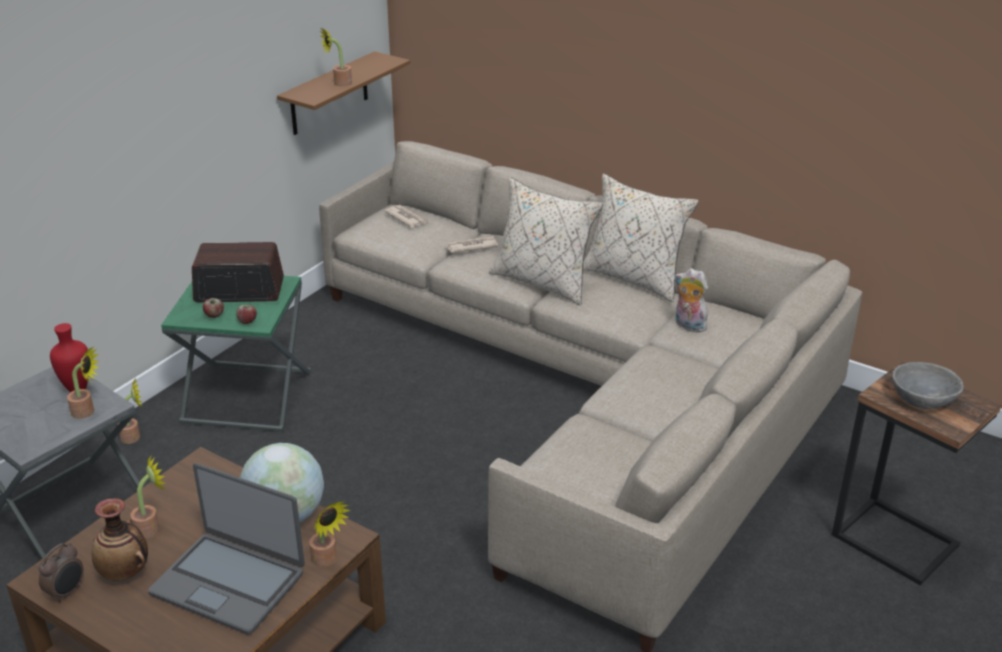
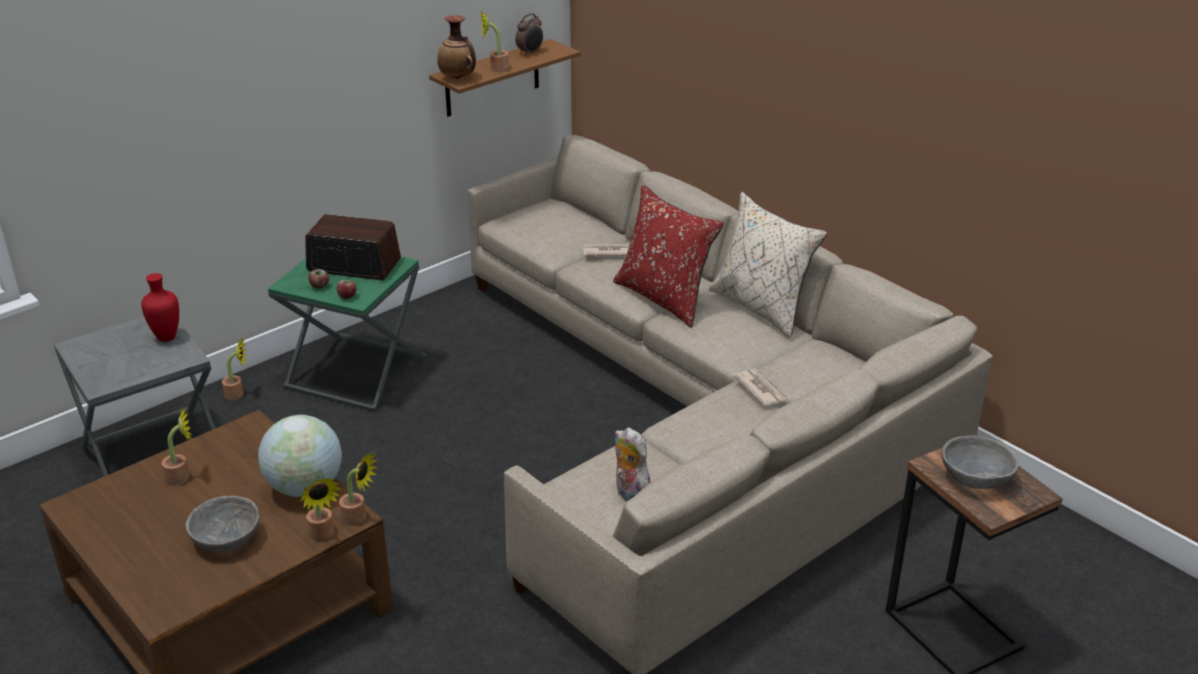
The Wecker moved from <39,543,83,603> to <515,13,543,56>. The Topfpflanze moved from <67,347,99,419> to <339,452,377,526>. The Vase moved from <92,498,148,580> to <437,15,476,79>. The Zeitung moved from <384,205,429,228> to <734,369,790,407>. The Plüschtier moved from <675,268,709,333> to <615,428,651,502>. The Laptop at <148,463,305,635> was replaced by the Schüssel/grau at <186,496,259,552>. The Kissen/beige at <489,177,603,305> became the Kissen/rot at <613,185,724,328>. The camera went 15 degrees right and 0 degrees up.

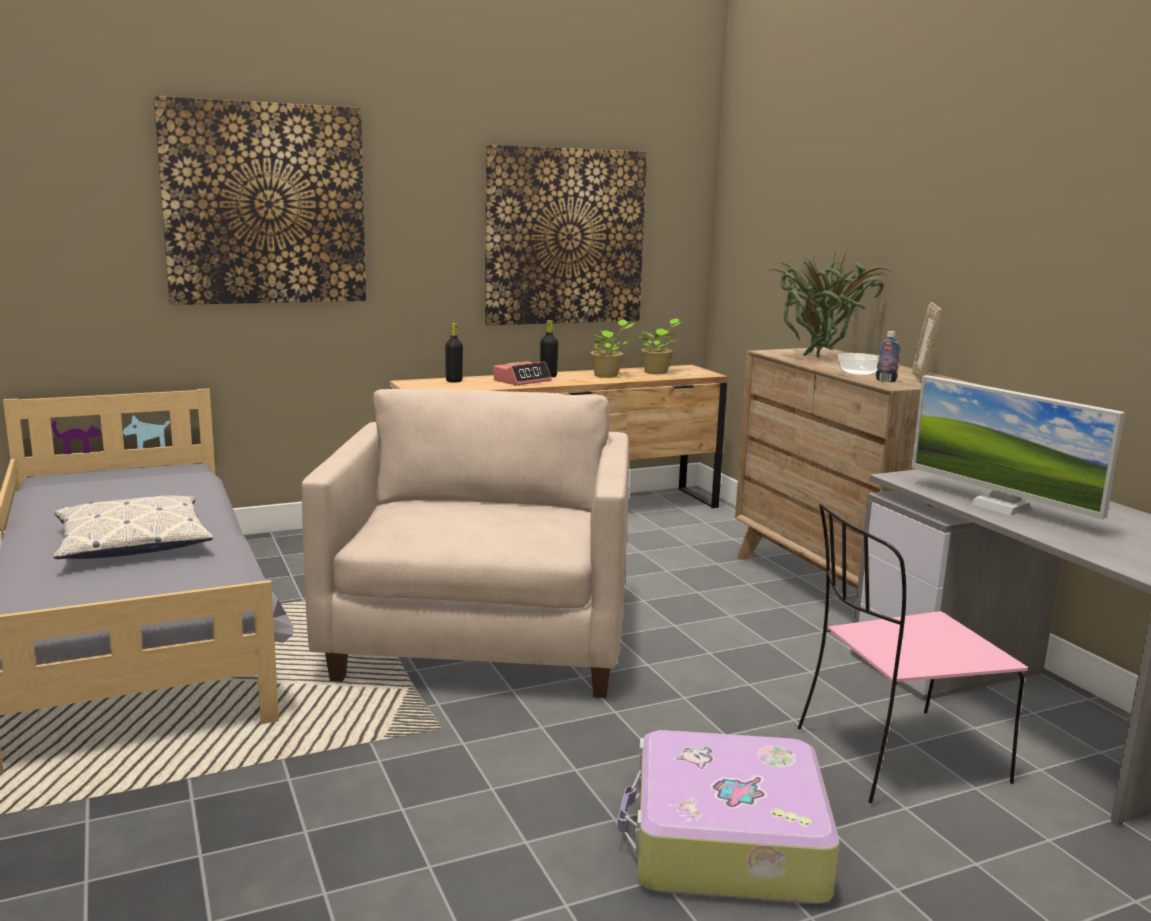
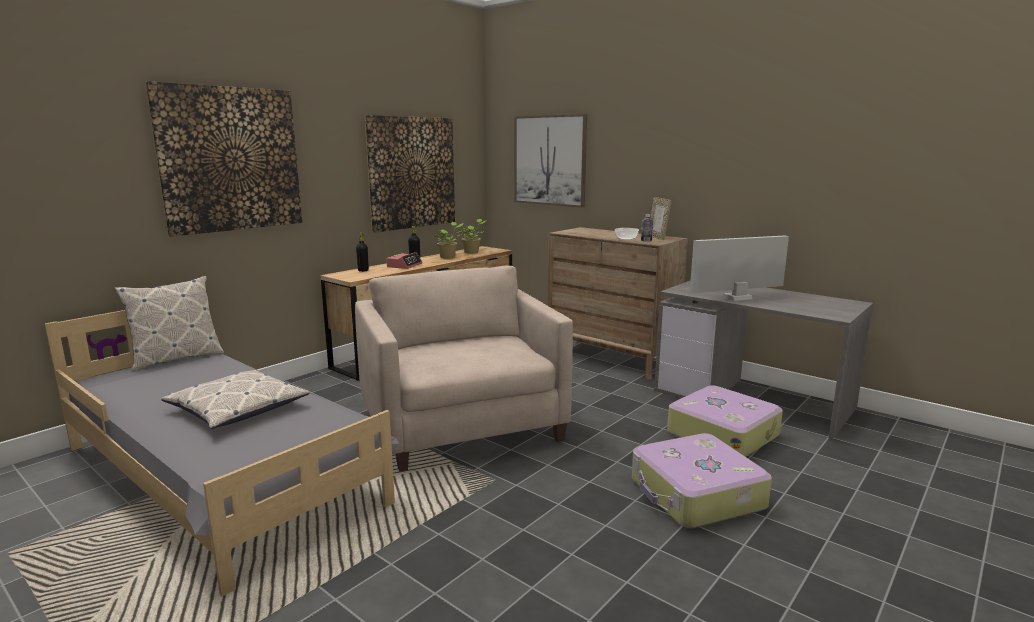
The Topfpflanze at <769,248,890,358> disappeared. The Kissen at <114,276,224,372> appeared. The Bild at <514,114,587,208> appeared. The Stuhl/rosa at <798,503,1028,803> was replaced by the Koffer at <667,385,783,457>. The Monitor at <911,375,1125,520> turned 135 degrees clockwise. The camera went 25 degrees left and 0 degrees up.

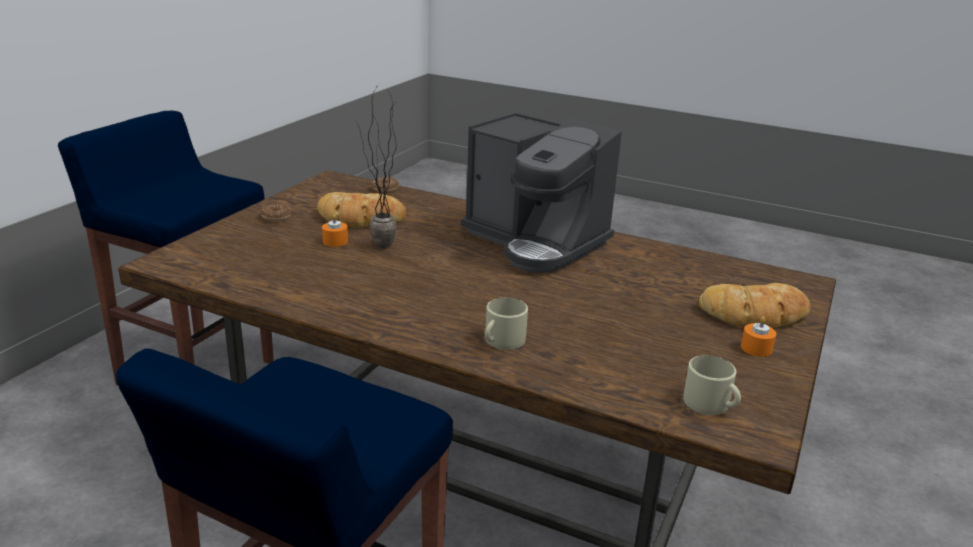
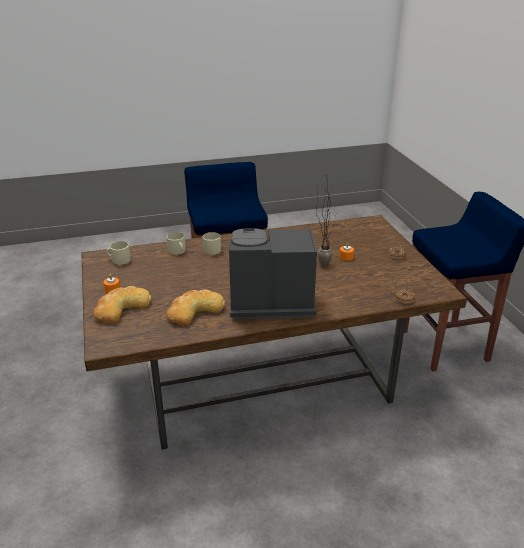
The Henkelbecher/beige at <166,232,186,255> appeared. The Brot moved from <317,192,406,228> to <166,289,225,325>. The camera went 140 degrees right and 5 degrees up.

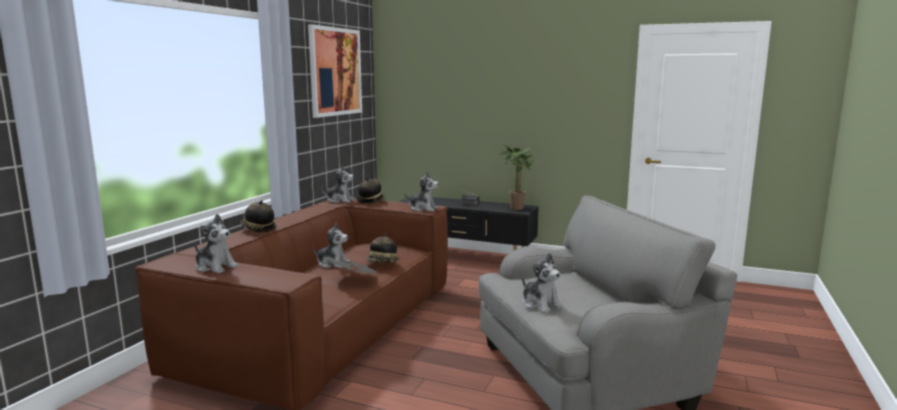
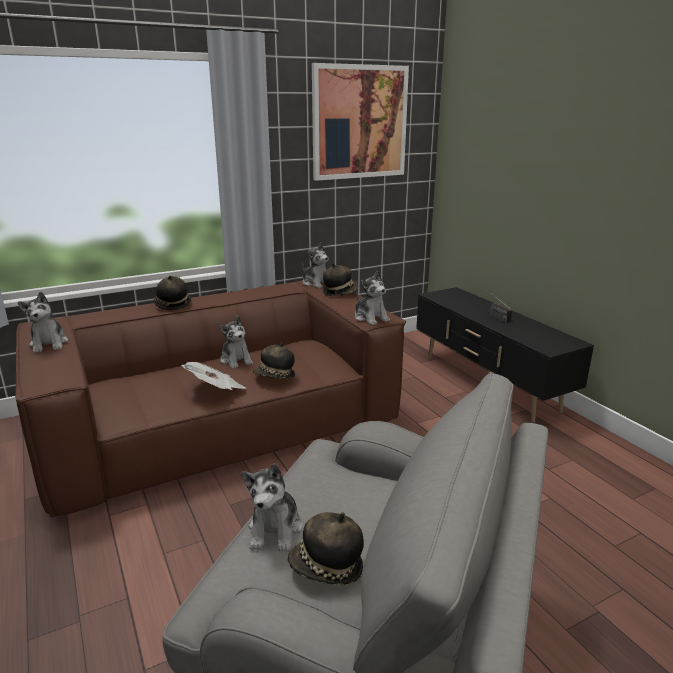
The Topfpflanze at <499,145,536,210> disappeared. The Hut at <288,512,364,585> appeared. The camera went 40 degrees right and 10 degrees up.

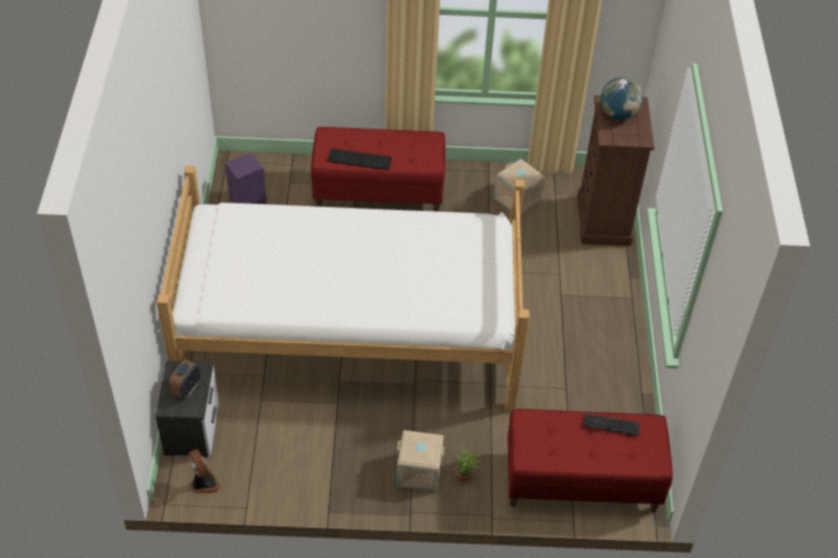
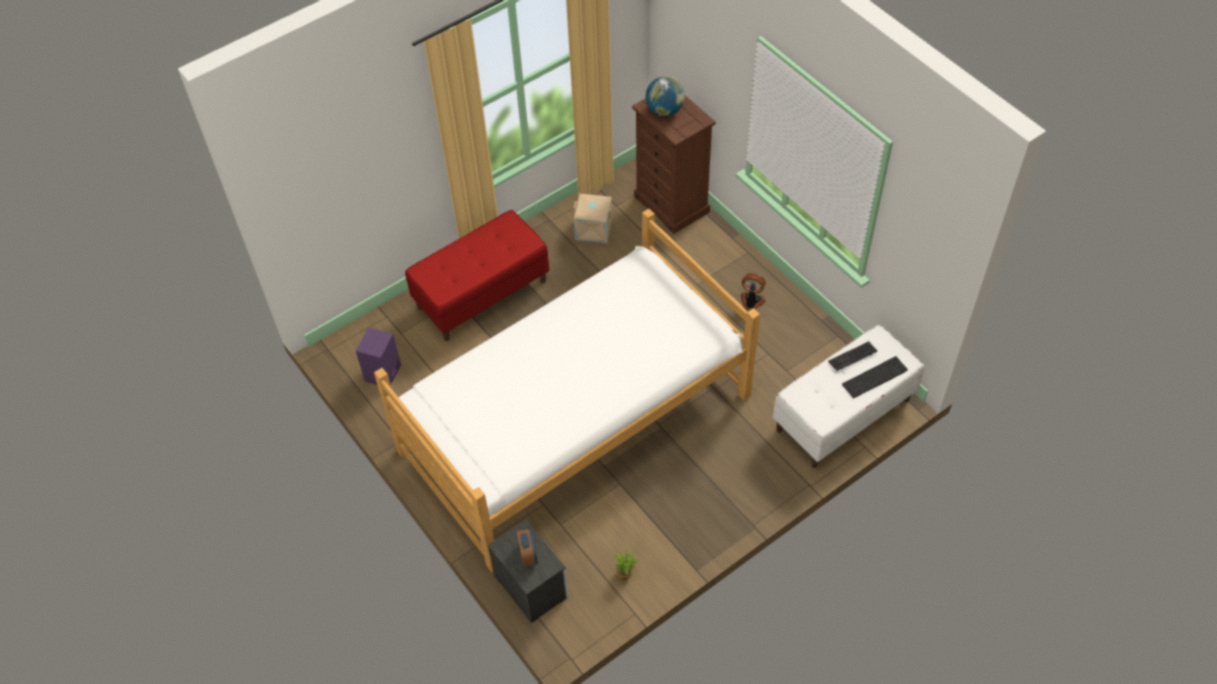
The Aufbewahrungsbox/beige at <396,430,445,492> disappeared. The Ventilator moved from <188,449,221,494> to <741,273,766,310>. The Tastatur moved from <327,149,392,170> to <842,356,908,398>. The Topfpflanze moved from <455,446,483,481> to <612,546,640,580>. The Bank/rot at <508,409,673,512> became the Bank/weiß at <773,325,924,468>. The camera went 35 degrees left and 5 degrees up.

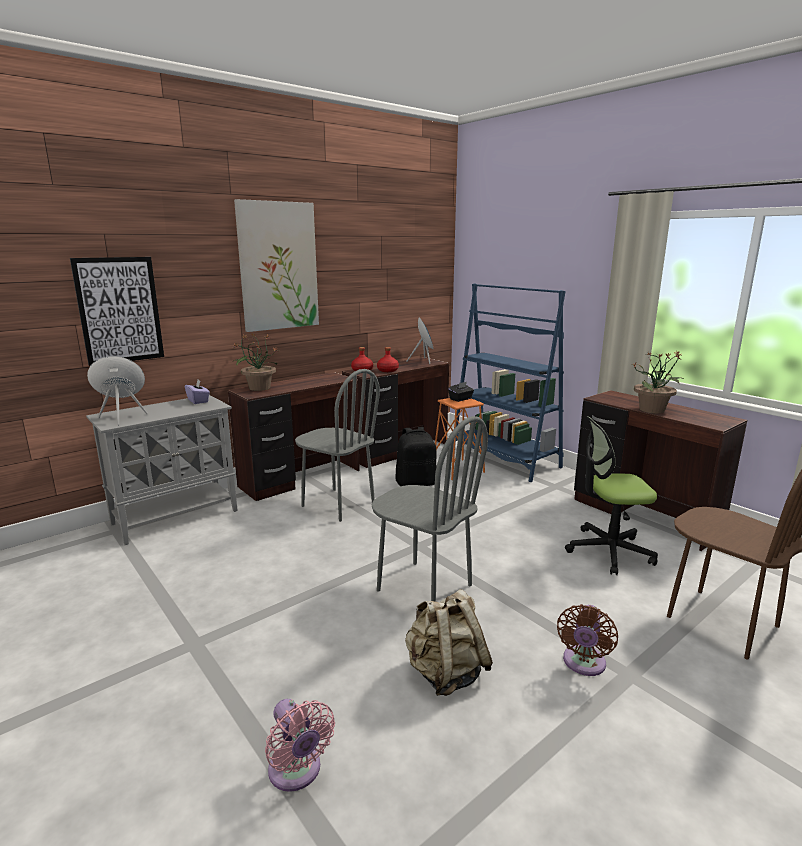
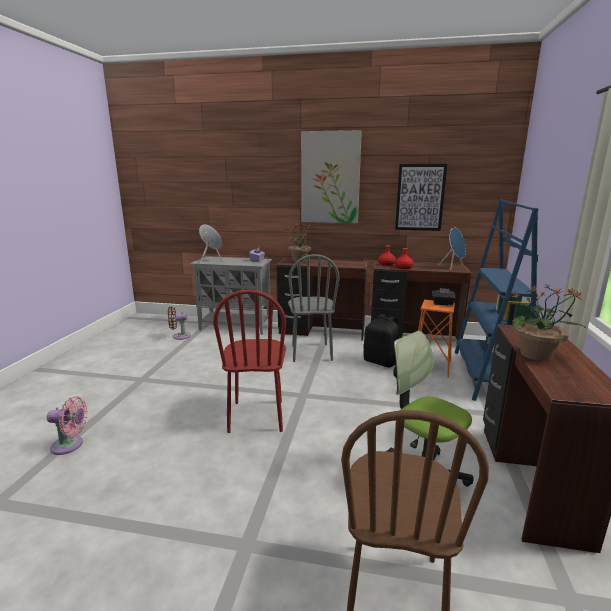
The Rucksack/beige at <405,589,493,696> disappeared. The Bild moved from <70,257,164,366> to <395,164,447,231>. The Ventilator/braun moved from <557,604,618,676> to <168,306,191,340>. The Stuhl/grau at <372,416,488,602> became the Stuhl/rot at <213,289,286,433>. The Ventilator/rosa at <265,699,335,792> turned 105 degrees counterclockwise. The camera went 50 degrees right and 0 degrees up.

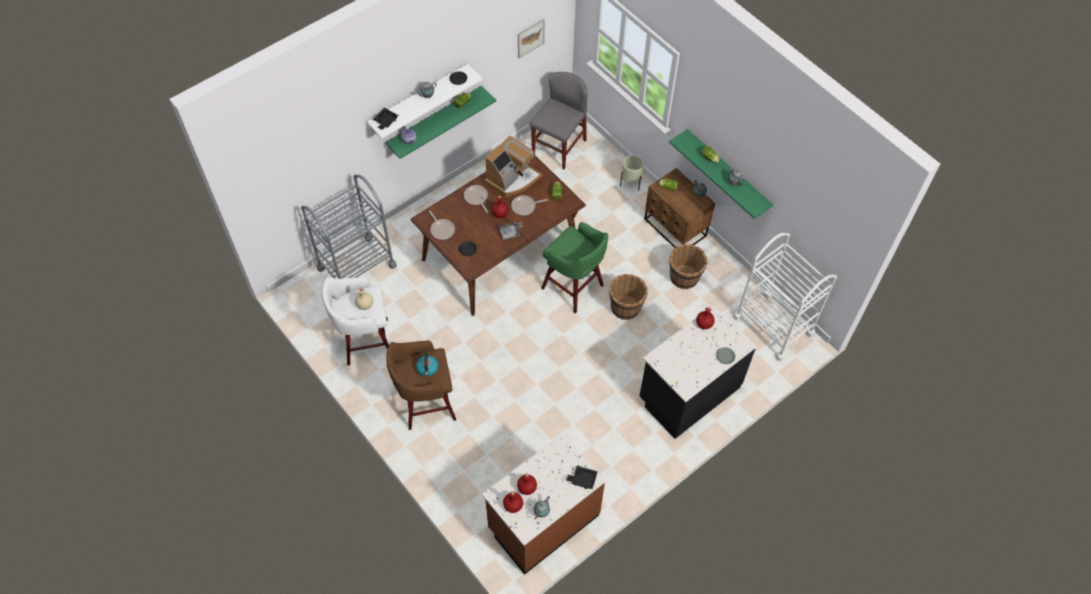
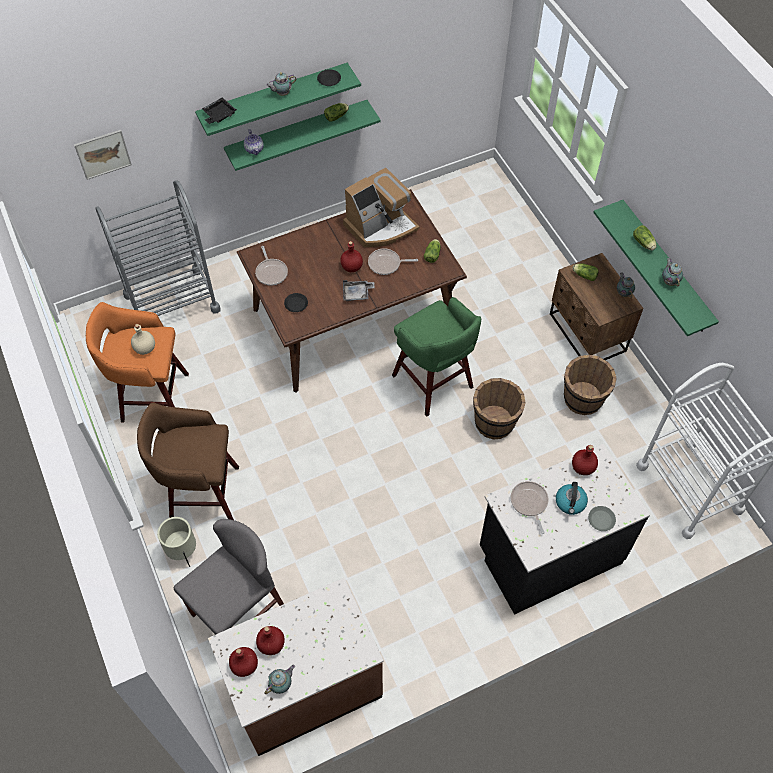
The Tablett/schwarz at <566,466,598,489> disappeared. The Wasserkessel moved from <416,353,438,376> to <556,482,588,515>. The Pfanne moved from <464,185,488,213> to <510,481,549,534>. The Bild moved from <518,19,545,58> to <74,130,132,180>. The Stuhl/grau moved from <530,72,588,169> to <174,519,284,635>. The Pflanzkübel/beige moved from <620,155,644,191> to <157,517,196,567>. The Hocker/weiß at <322,277,389,366> became the Hocker/orange at <86,302,189,423>. The Wandregal/weiß at <367,64,483,139> became the Wandregal/grün at <195,63,361,136>. The camera went 15 degrees right and 0 degrees up.

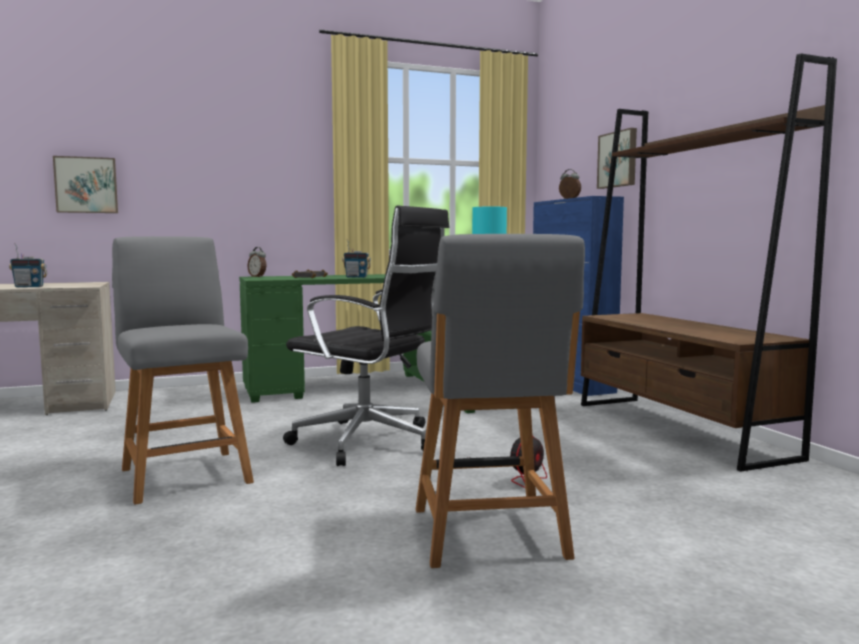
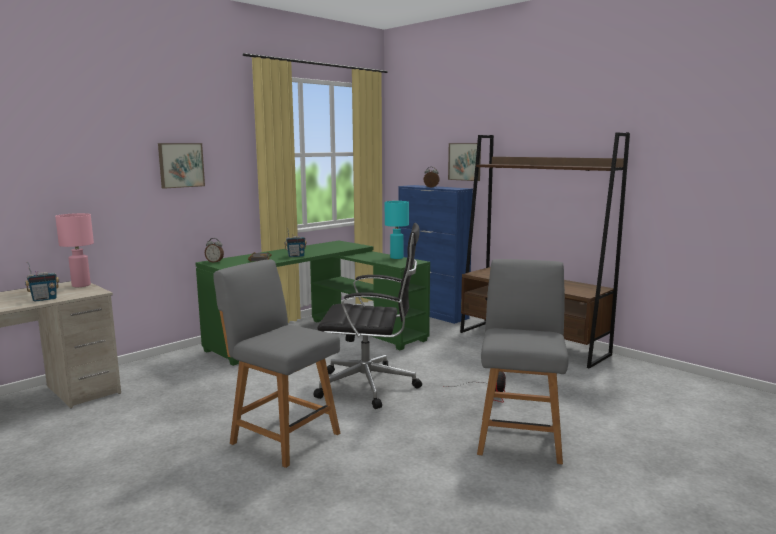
The Tischlampe/rosa at <55,213,94,287> appeared. The Bild moved from <53,156,118,213> to <158,143,205,189>. The Stuhl/grau at <416,234,585,568> turned 135 degrees counterclockwise. The camera went 25 degrees left and 5 degrees up.

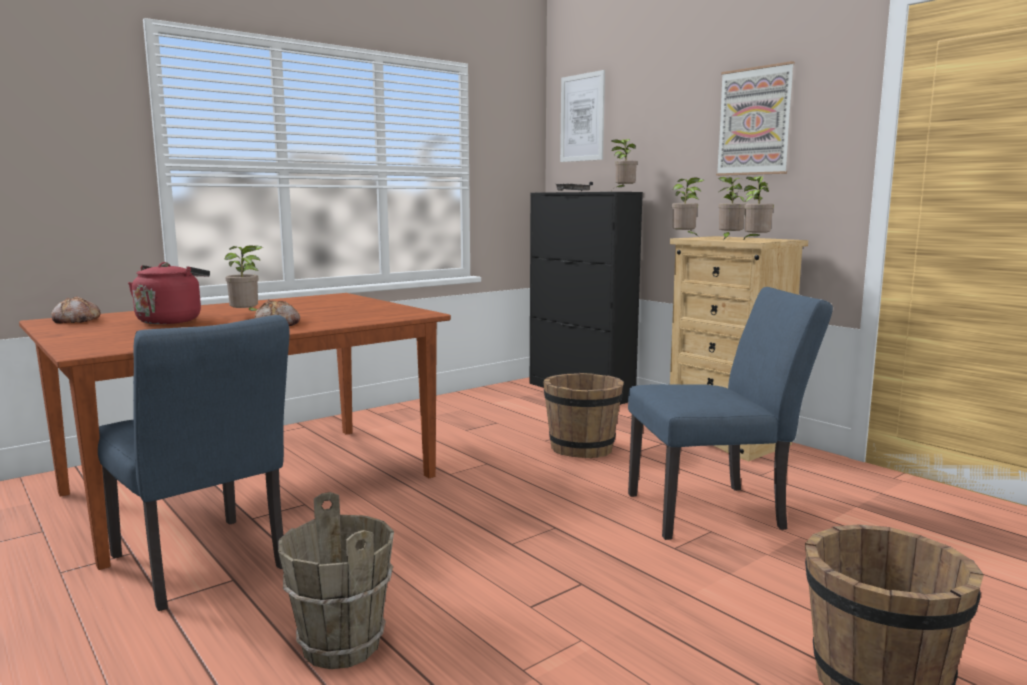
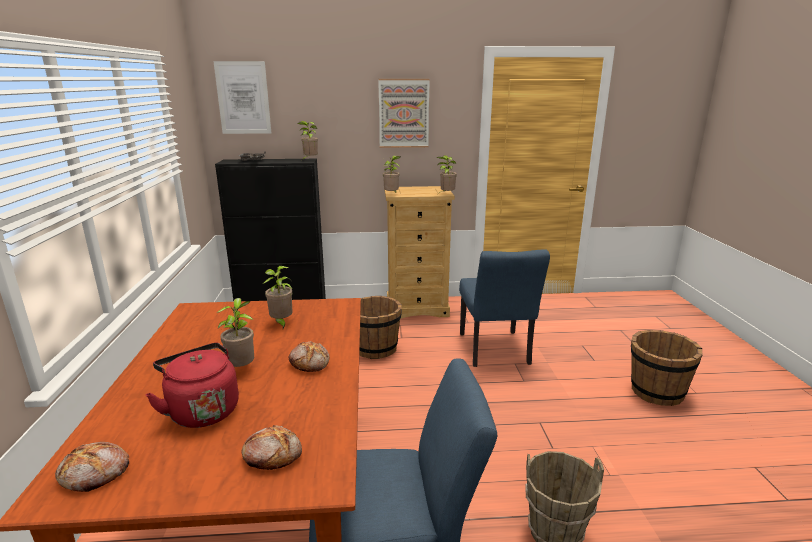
The Brot at <242,425,302,470> appeared. The Topfpflanze moved from <718,177,747,239> to <264,266,292,329>. The Stuhl/blau at <628,287,833,540> turned 150 degrees clockwise. The camera went 55 degrees left and 10 degrees up.

